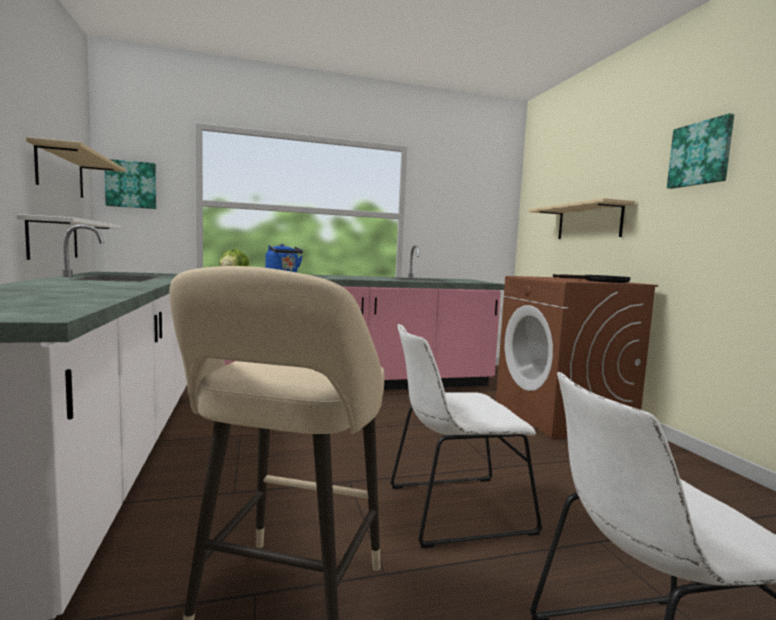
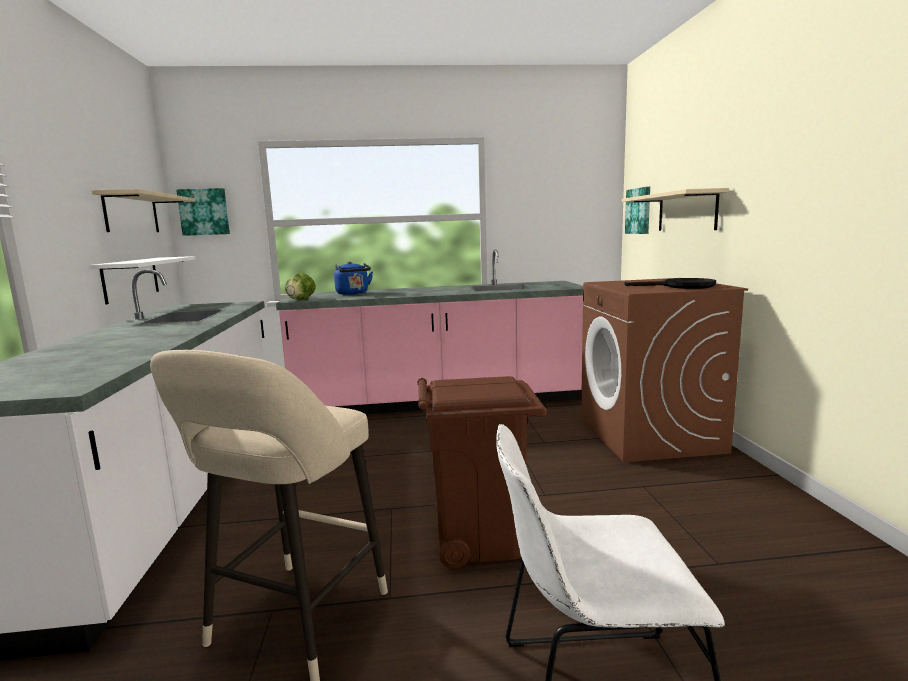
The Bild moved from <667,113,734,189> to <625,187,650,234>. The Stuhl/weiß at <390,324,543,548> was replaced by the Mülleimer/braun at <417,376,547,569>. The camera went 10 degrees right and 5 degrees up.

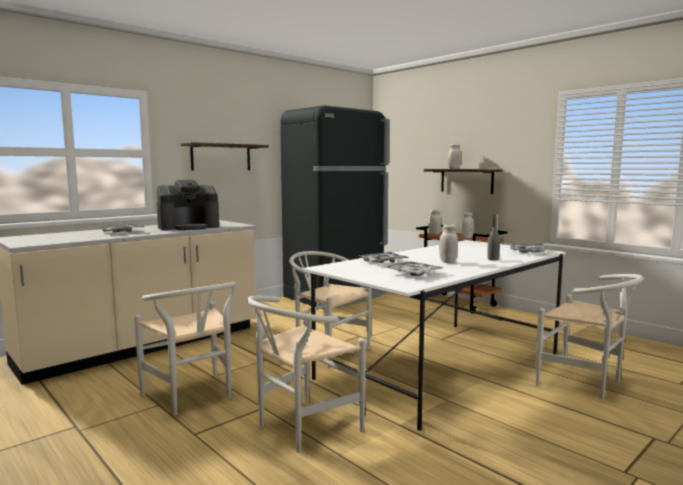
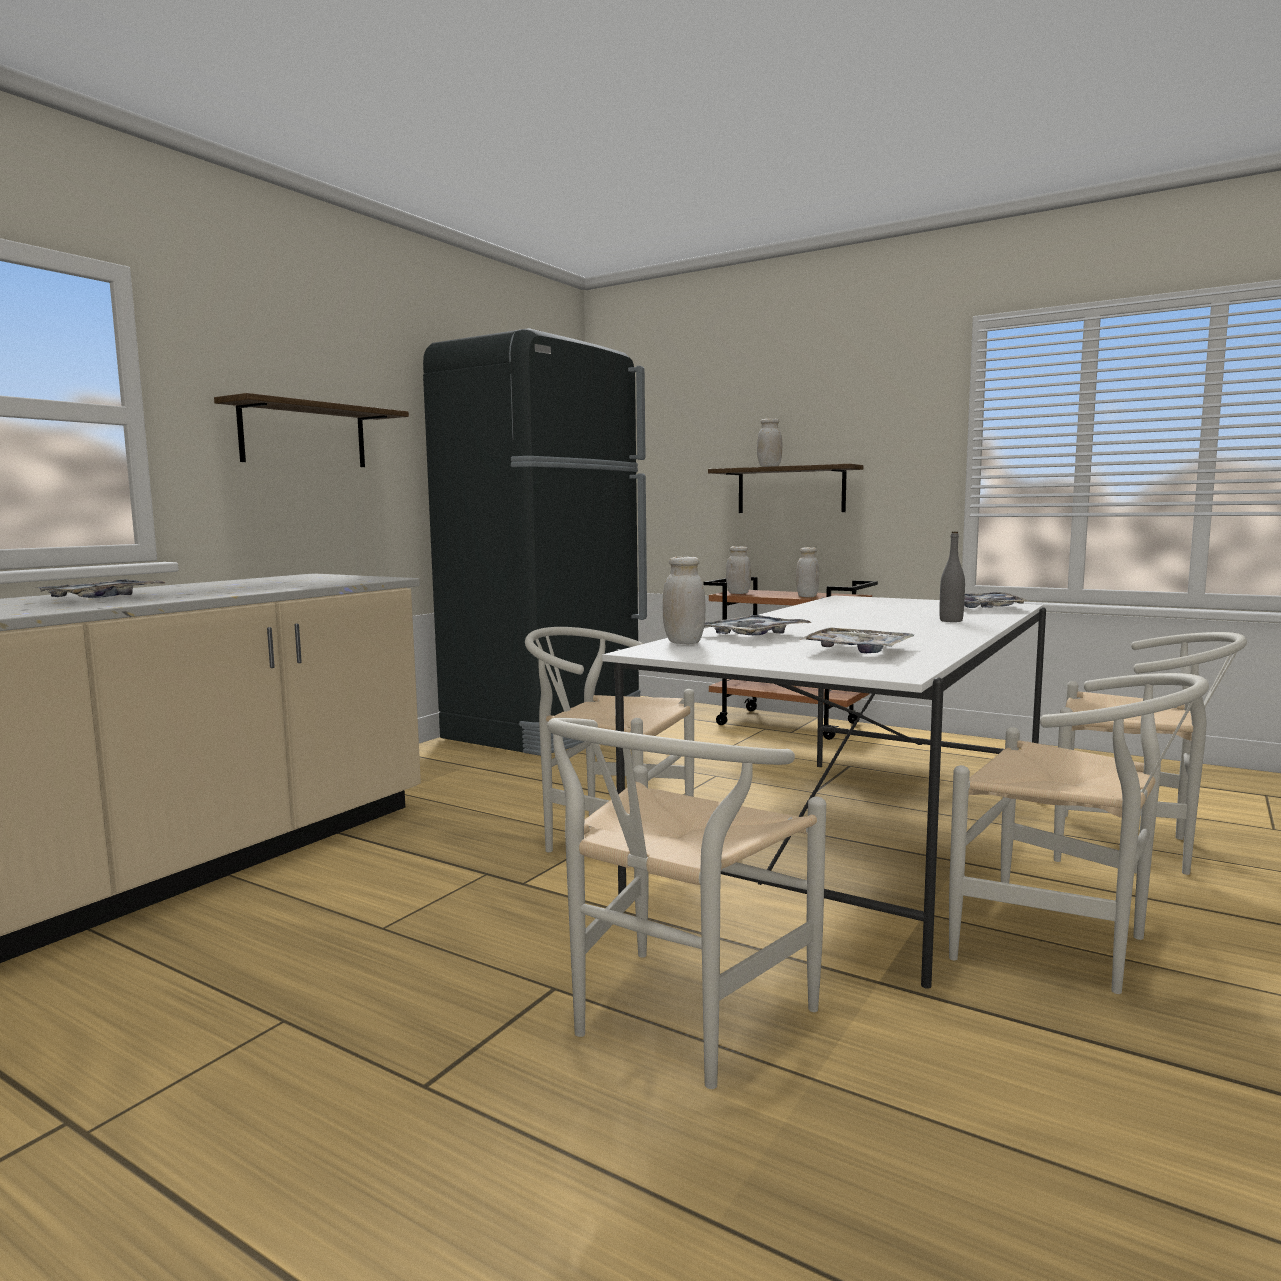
The Kaffeemaschine at <156,180,219,231> disappeared. The Stuhl/weiß moved from <134,282,236,416> to <949,673,1209,994>. The Vorratsglas/weiß moved from <439,224,458,263> to <662,557,705,644>. The camera went 15 degrees left and 0 degrees up.

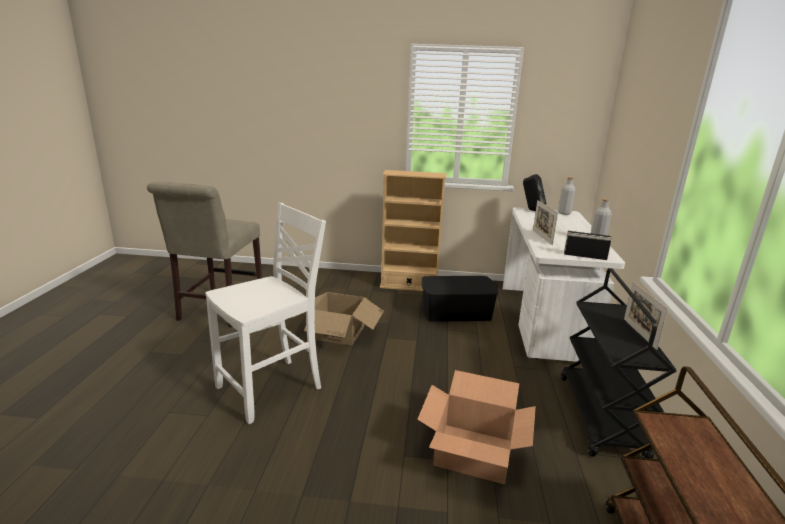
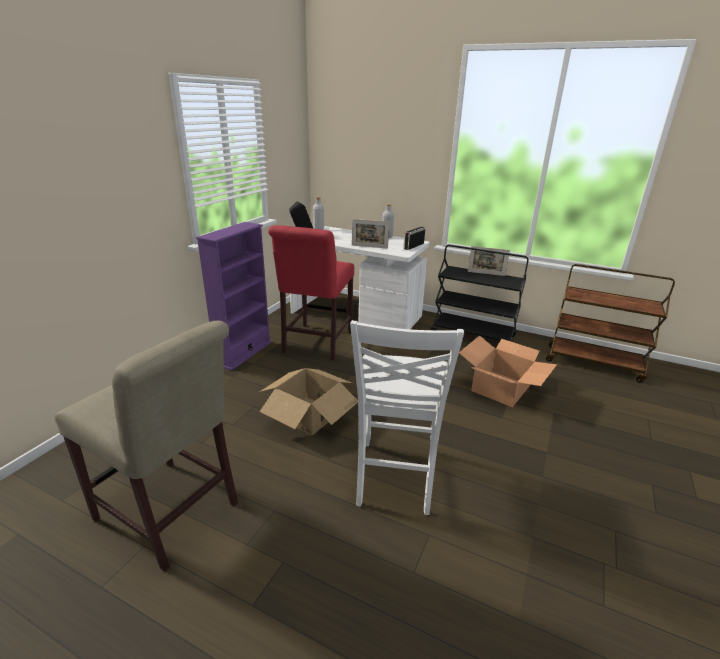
The Aufbewahrungsbox/schwarz at <421,276,498,322> was replaced by the Stuhl/rot at <268,225,354,361>. The Bücherregal/beige at <380,170,446,291> became the Bücherregal/lila at <196,222,272,371>. The Stuhl/weiß at <206,203,326,424> turned 150 degrees counterclockwise. The camera went 70 degrees left and 5 degrees up.

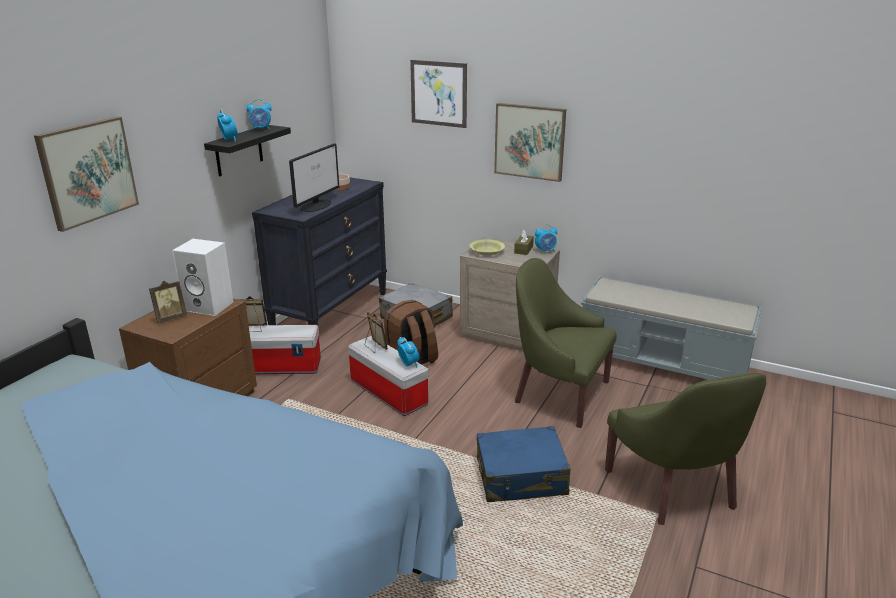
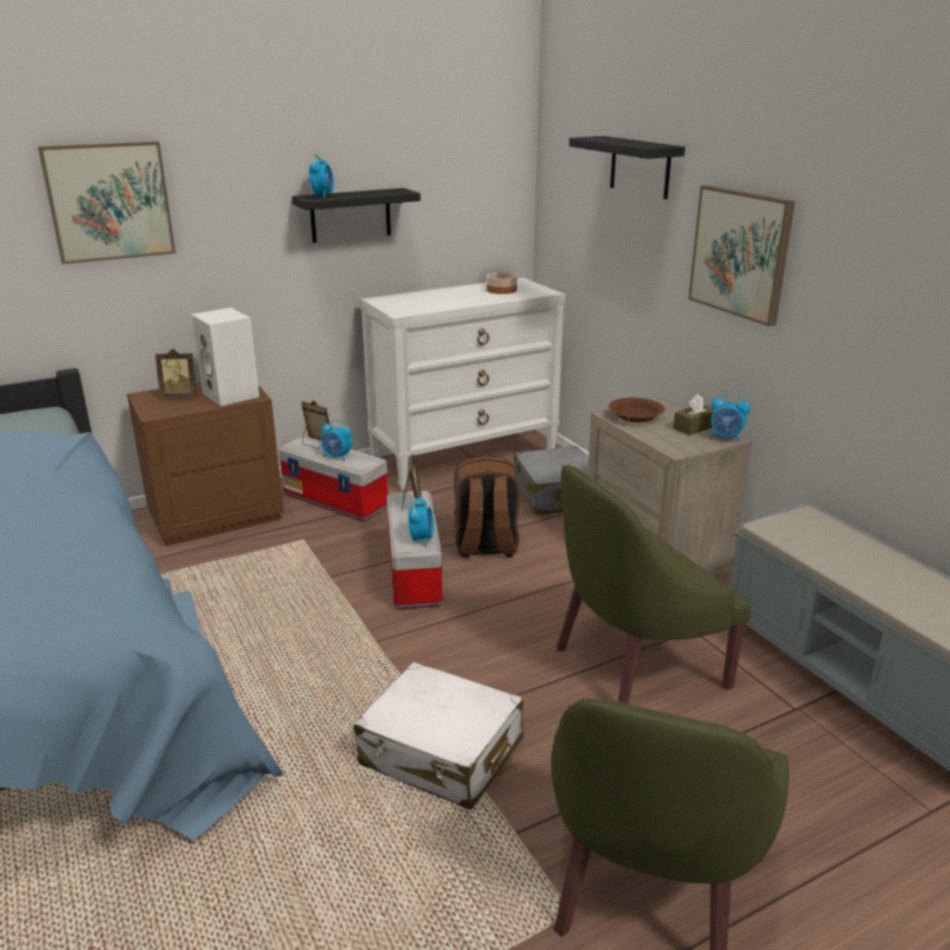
The Monitor at <289,143,339,212> disappeared. The Wecker moved from <246,99,272,131> to <321,420,352,461>. The Bild at <410,60,467,128> was replaced by the Wandregal/schwarz at <569,136,685,199>. The Kommode/schwarz at <252,177,387,326> became the Kommode/weiß at <359,278,566,491>. The Schüssel/gelb at <470,239,505,256> became the Schüssel/braun at <609,398,665,423>. The Koffer/blau at <477,426,570,502> became the Koffer/weiß at <354,662,523,810>. The Sessel/grün at <515,258,617,428> turned 90 degrees counterclockwise. The camera went 35 degrees right and 0 degrees up.

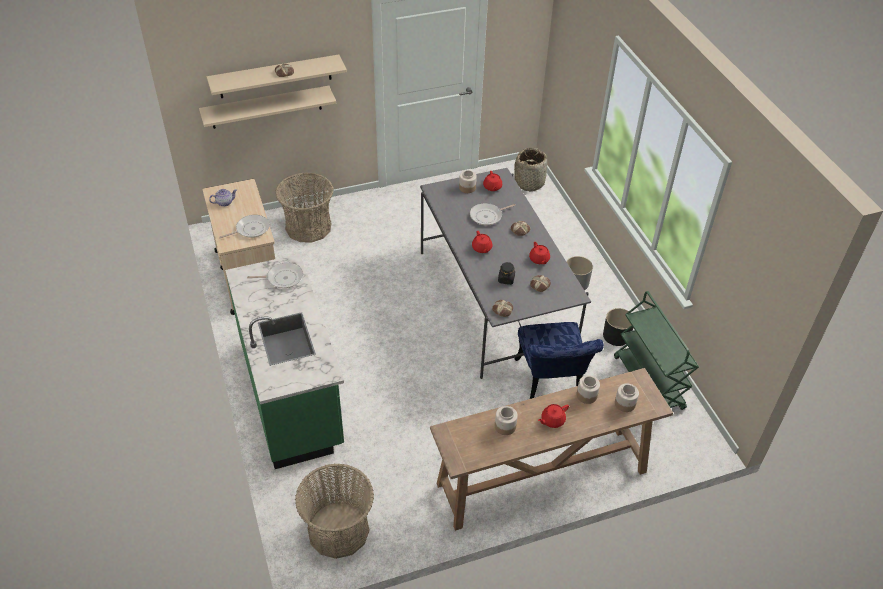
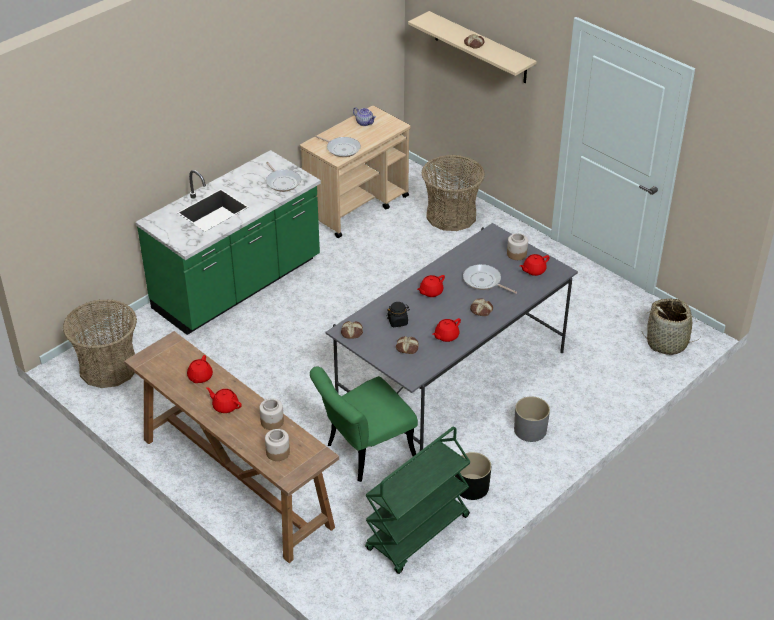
The Wandregal/beige at <199,86,336,129> disappeared. The Vorratsglas at <495,406,518,435> was replaced by the Teekanne/rot at <187,355,213,383>. The Stuhl/blau at <514,322,604,399> became the Stuhl/grün at <310,366,418,482>. The camera went 65 degrees right and 5 degrees down.

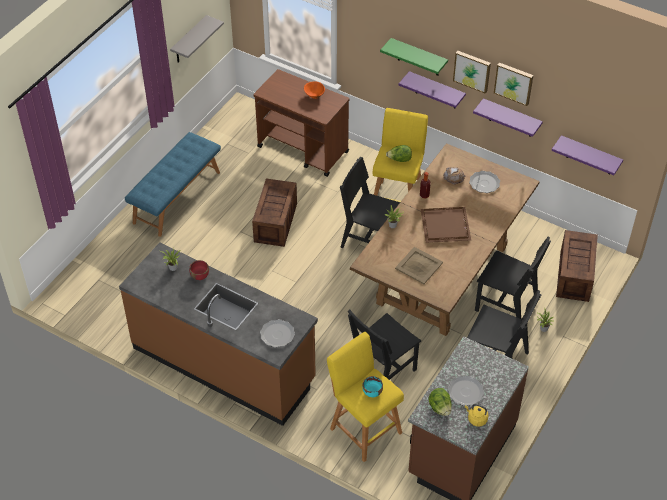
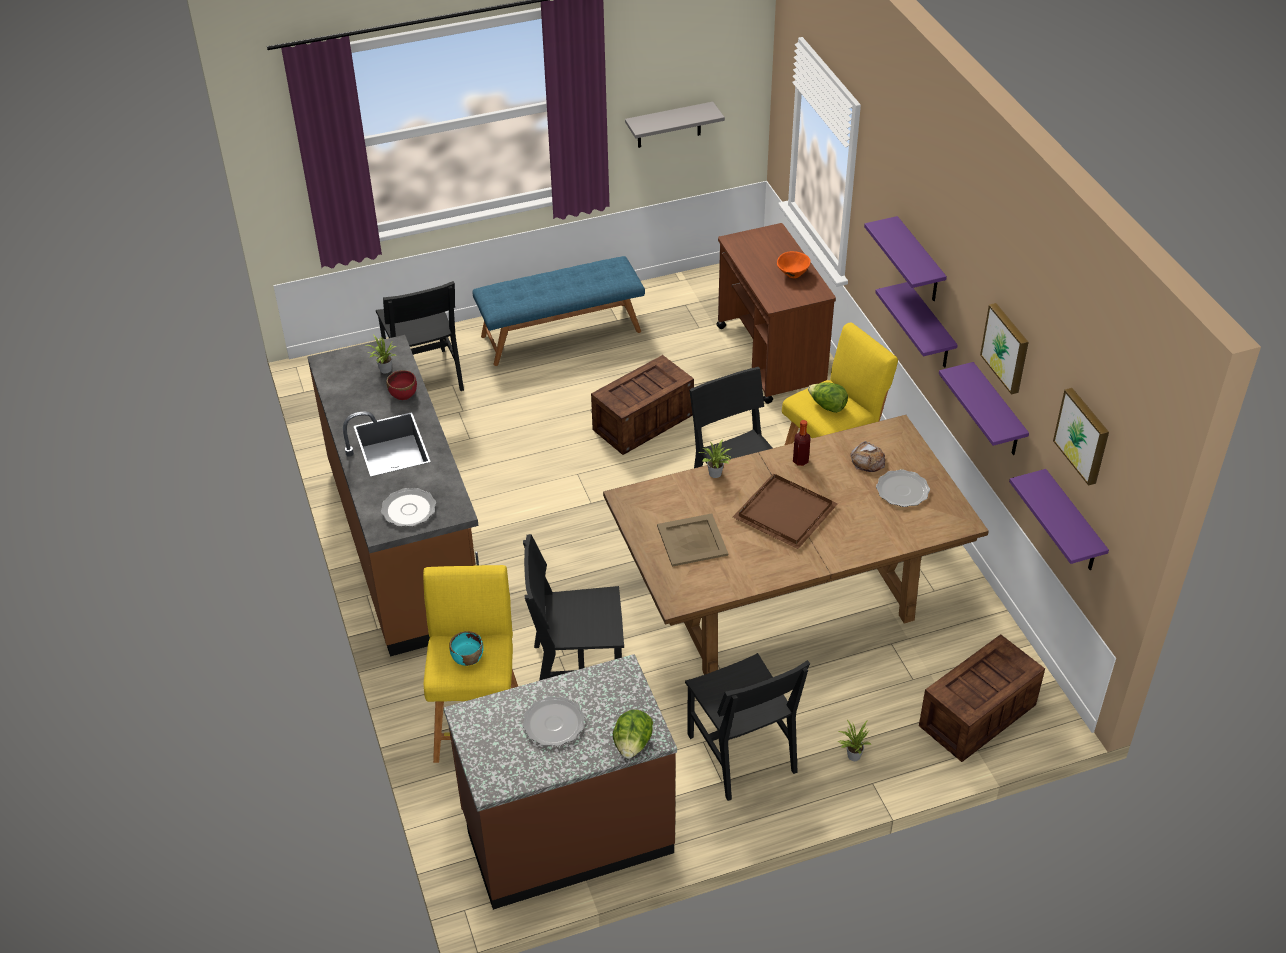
The Wasserkessel/gelb at <465,404,488,427> disappeared. The Salatkopf moved from <428,388,452,416> to <613,710,653,758>. The Bild moved from <453,51,491,93> to <1053,388,1109,486>. The Stuhl/schwarz moved from <475,237,551,319> to <376,281,464,391>. The Wandregal/grün at <380,38,448,76> became the Wandregal/lila at <864,216,947,301>. The camera went 40 degrees right and 5 degrees down.

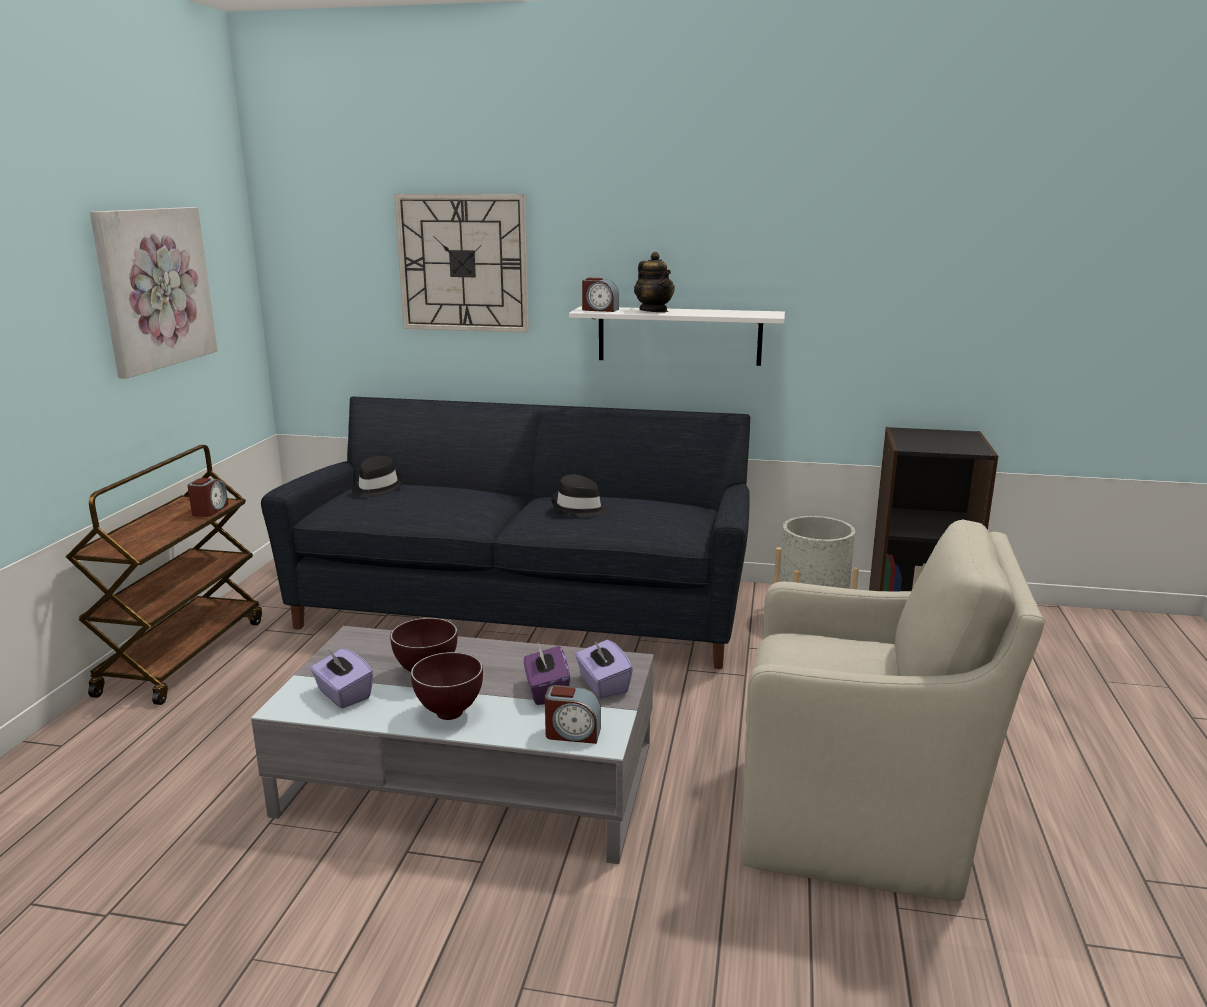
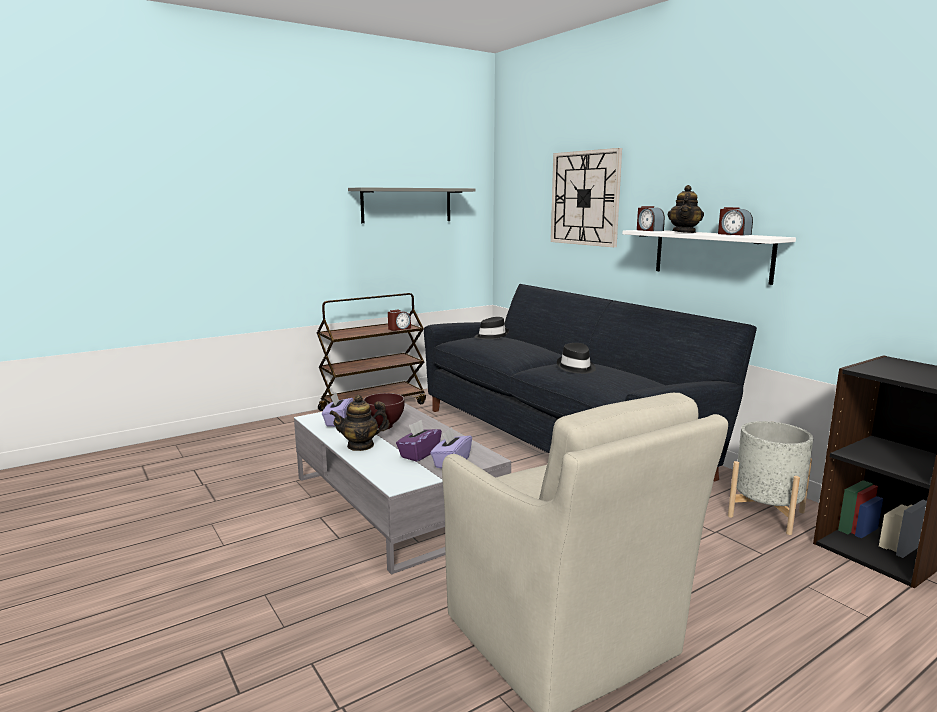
The Wecker moved from <545,685,601,744> to <718,207,753,236>. The Bild at <90,207,218,379> was replaced by the Wandregal/grau at <348,187,476,223>. The Schüssel/braun at <411,652,483,720> was replaced by the Teekanne at <330,395,390,451>. The camera went 45 degrees right and 5 degrees down.

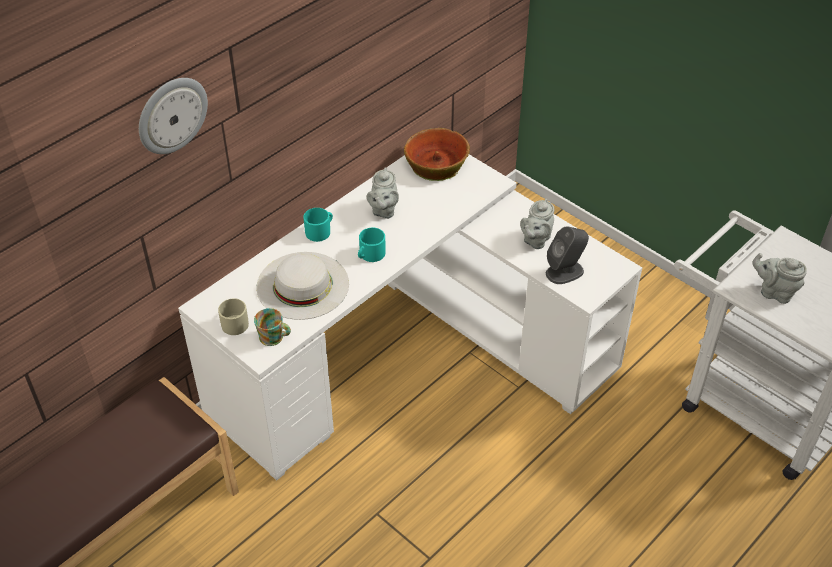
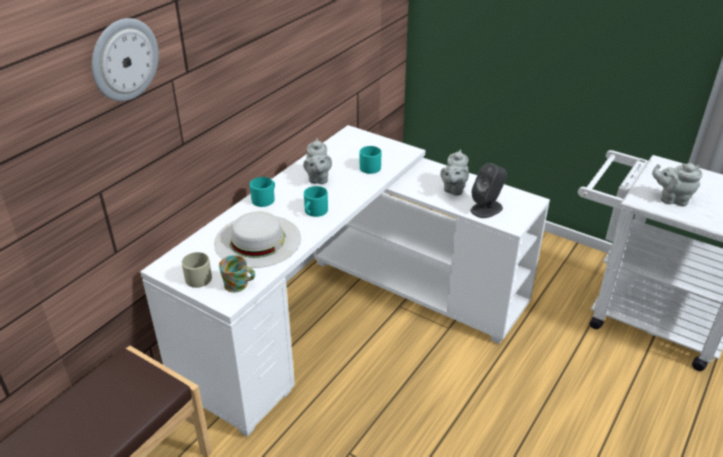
The Schüssel at <404,128,470,181> disappeared. The Henkelbecher/türkis at <360,146,381,174> appeared. The camera went 10 degrees left and 10 degrees down.

